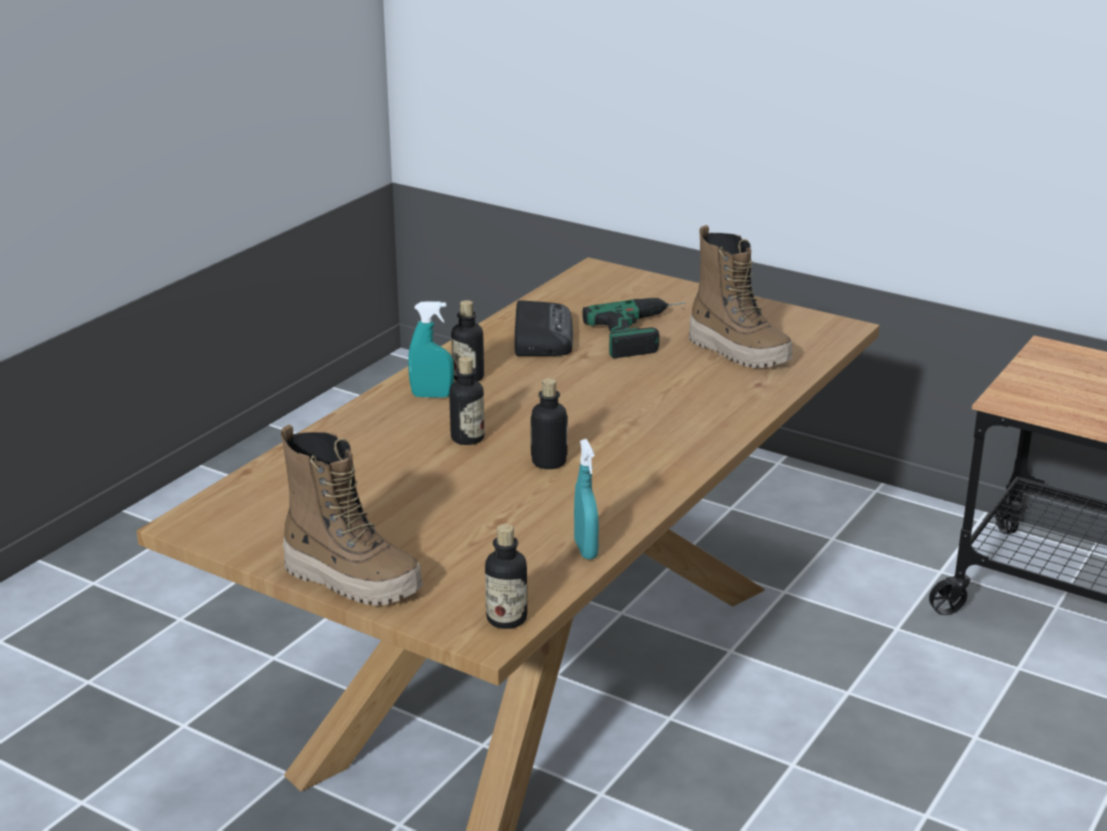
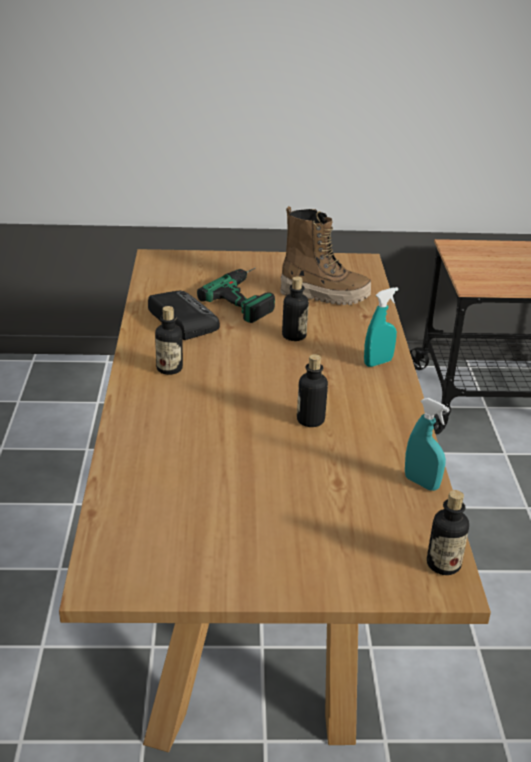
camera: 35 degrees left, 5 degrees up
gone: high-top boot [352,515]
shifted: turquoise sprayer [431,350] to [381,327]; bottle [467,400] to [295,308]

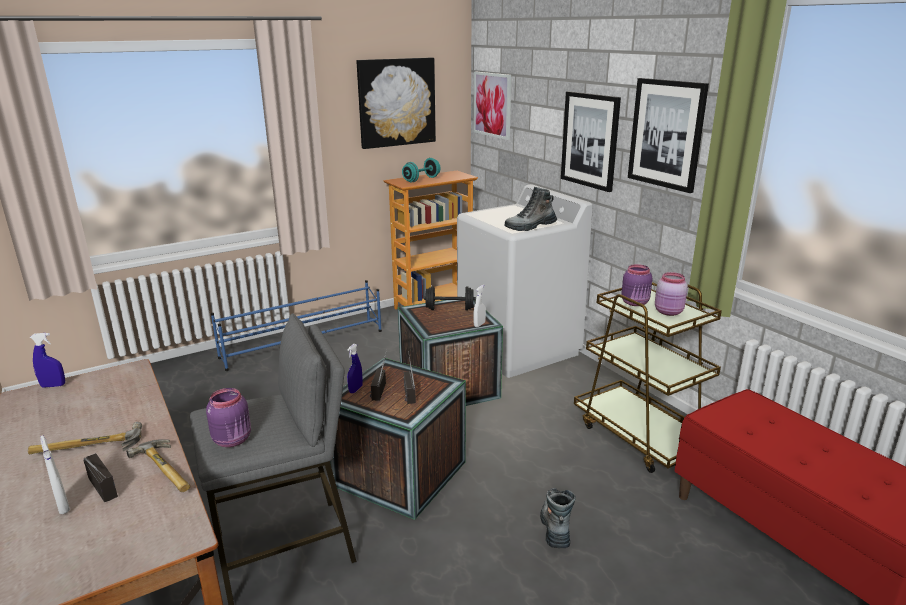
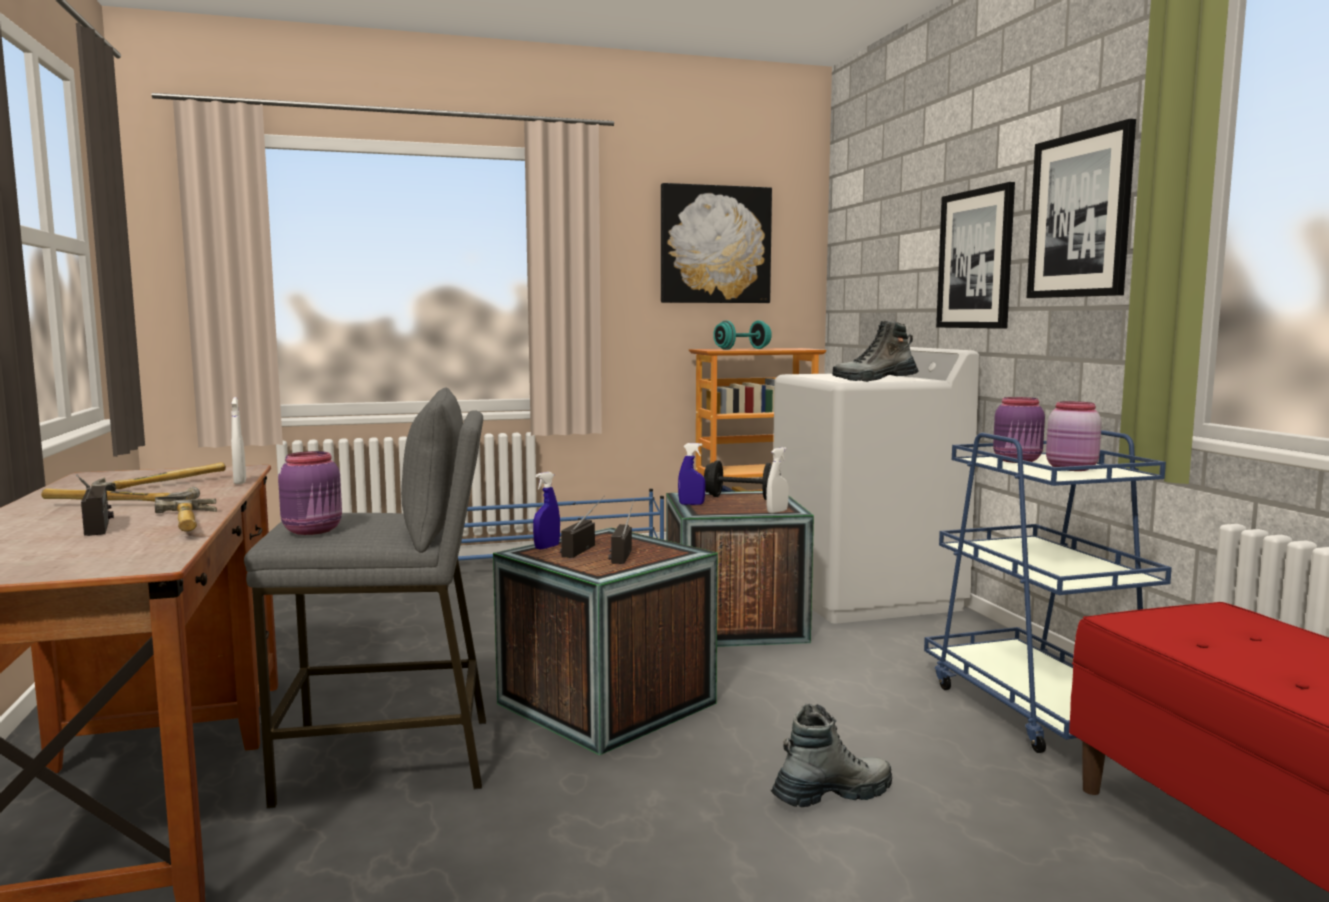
camera: 15 degrees right, 15 degrees down
gone: picture [493,106]
new: tool hammer [158,476]
shifted: blue-coloured sprayer [47,360] to [692,474]; white sprayer [55,474] to [238,440]
repainted: brownish trolley [648,377] to blue-coloured trolley [1048,591]
rotated: high-top boot [558,518] = [831,755] 45 degrees clockwise

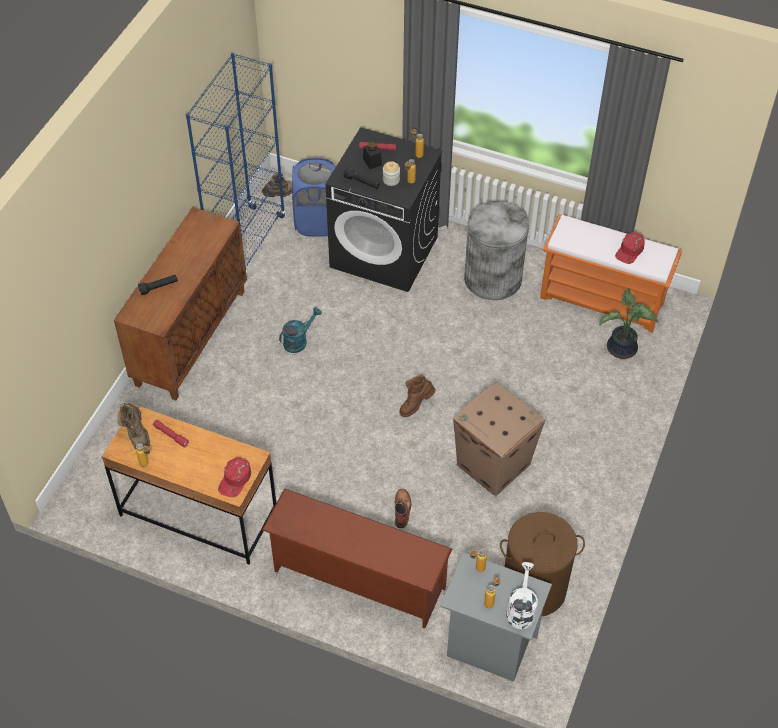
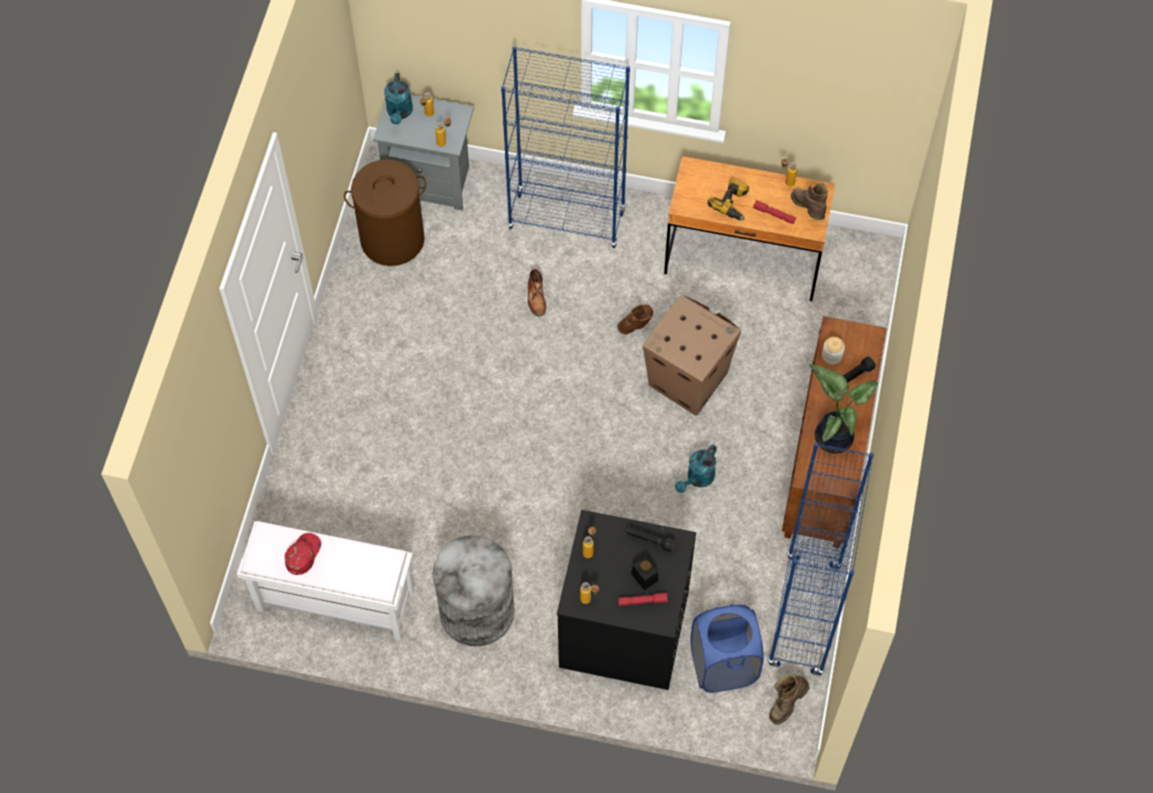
camera: 170 degrees right, 10 degrees up
gone: red cap [234,477]
new: power drill [728,199]
shifted: jar [391,173] to [833,350]; brownish high-top boot [417,396] to [635,319]; carton [499,439] to [692,355]; houseplant [629,324] to [843,408]
swapped: brownish shoe stand [357,558] to blue-coloured bookshelf [565,147]
repainted: white watering pot [522,595] to turquoise watering pot [398,99]; orangey indoor bench [611,273] to white indoor bench [325,580]

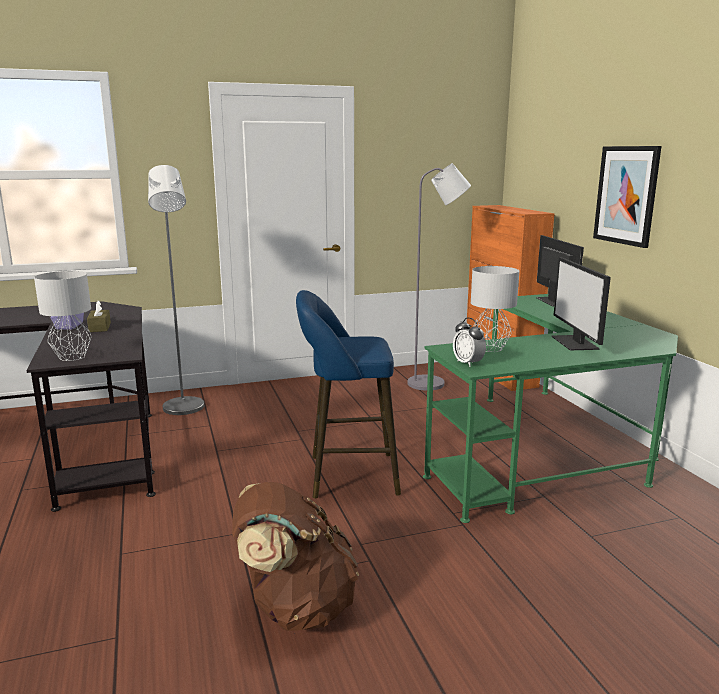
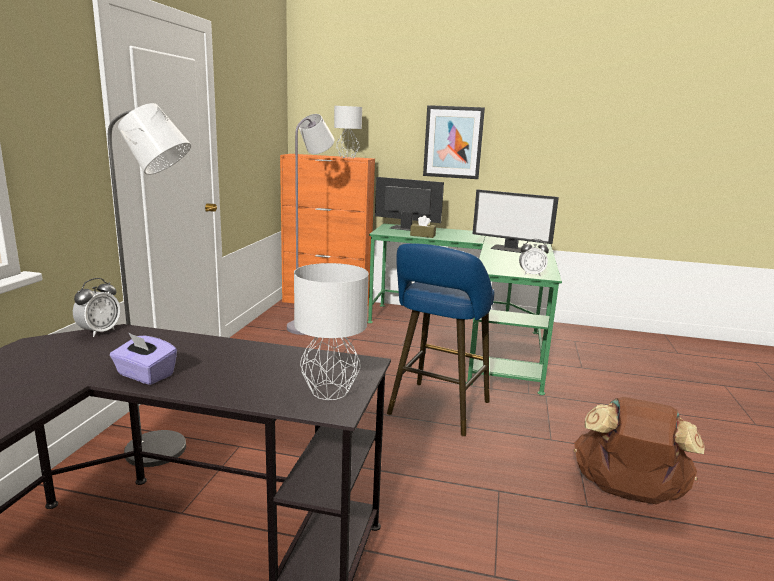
camera: 60 degrees left, 0 degrees up
new: bedside clock [97,307]
shifted: brownish tissue holder [99,316] to [423,226]; greyish tabletop lamp [495,309] to [348,132]

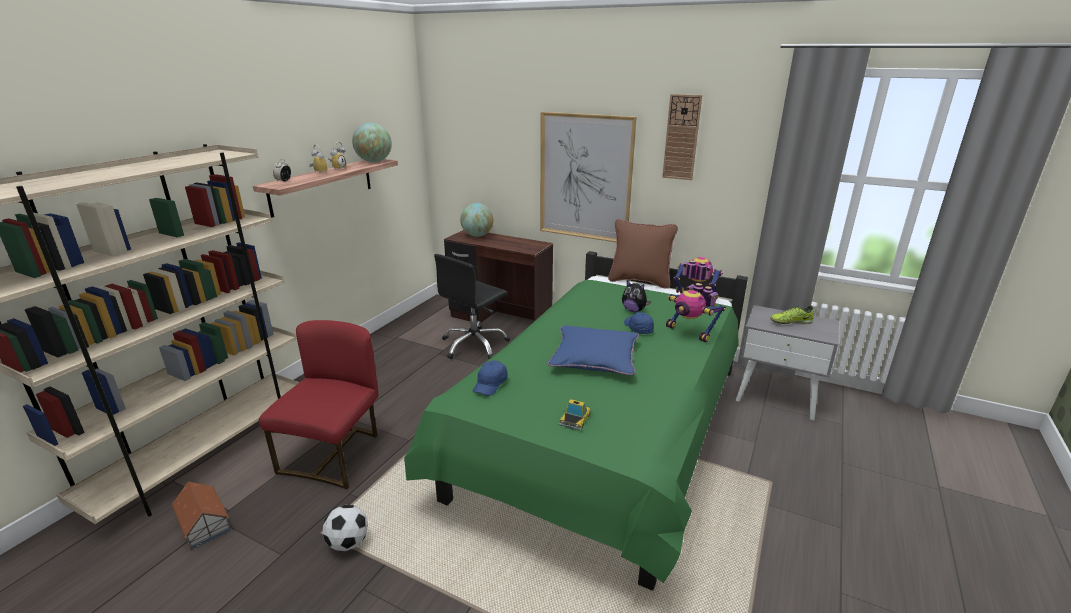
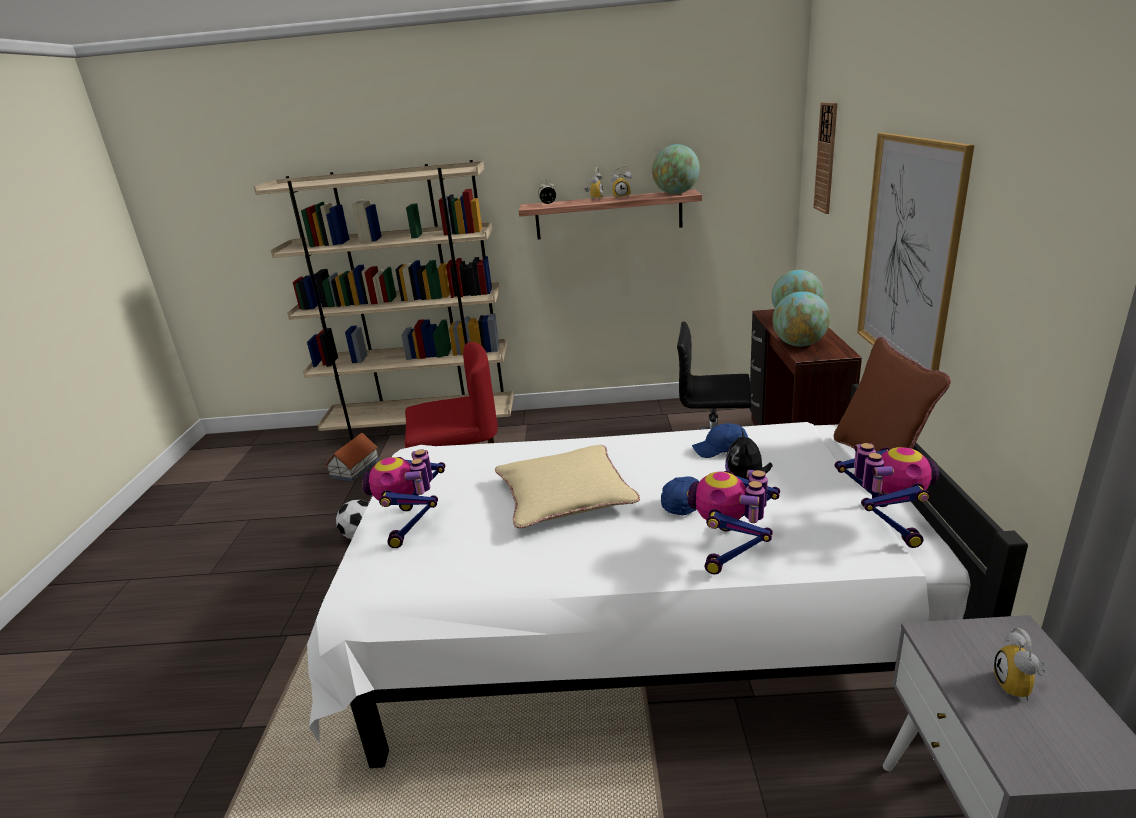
camera: 65 degrees right, 0 degrees up
new: desk globe [801,318]
shifted: blue-coloured cap [490,378] to [720,440]; hanging clock [682,137] to [825,158]
swapped: toy car [575,415] to toy robot [403,498]; shoe [792,314] to bedside clock [1021,665]
repainted: green bedroom bed [576,420] to white bedroom bed [667,576]; blue-coloured throw pillow [593,350] to sand-coloured throw pillow [567,486]

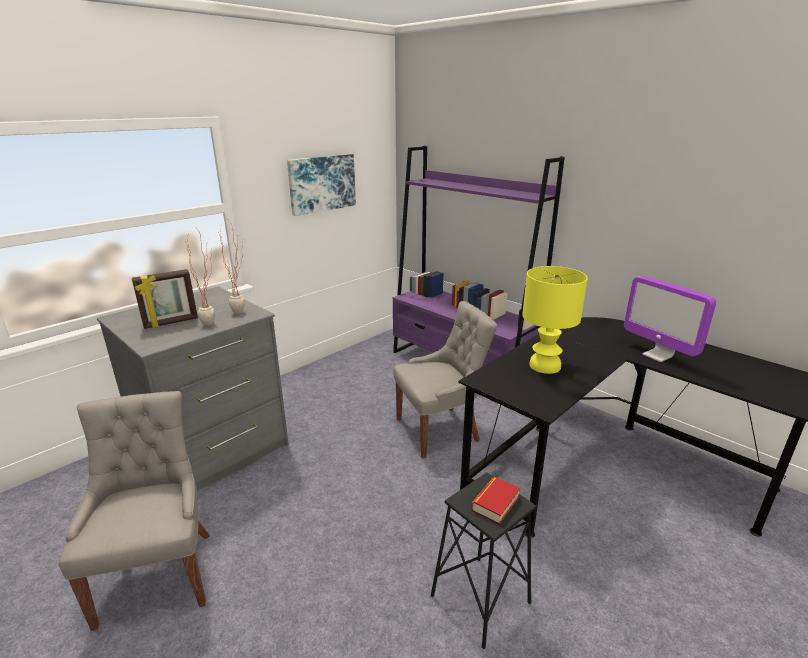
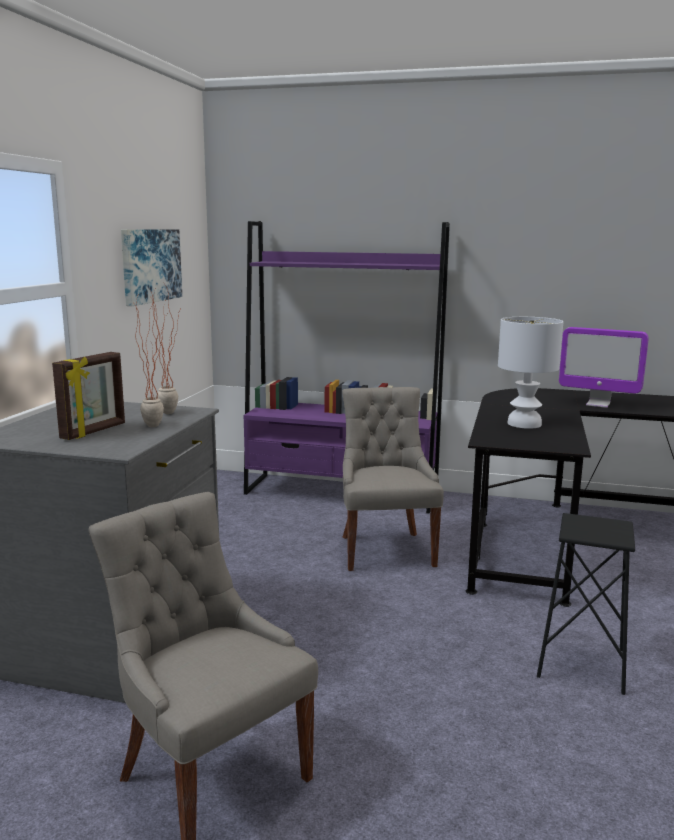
camera: 30 degrees left, 10 degrees down
gone: bound book [495,501]
repainted: yellow tabletop lamp [555,320] to white tabletop lamp [530,373]
rotated: greyish plain chair [445,380] = [393,479] 45 degrees counterclockwise

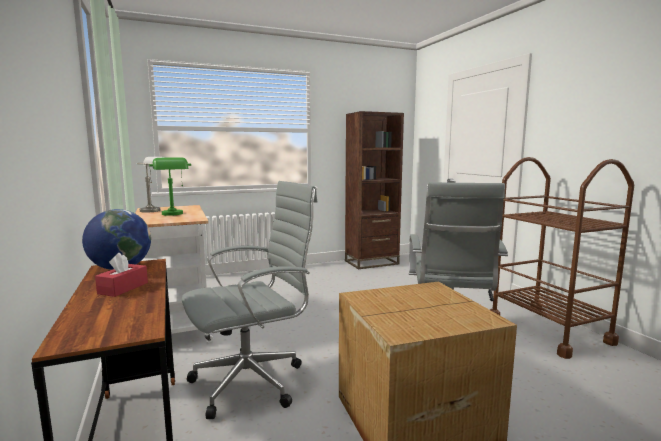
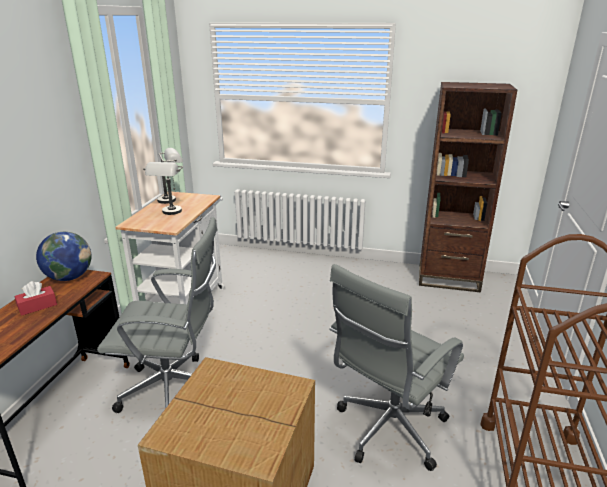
camera: 35 degrees right, 15 degrees up
repainted: green tabletop lamp [170,186] to greyish tabletop lamp [163,188]

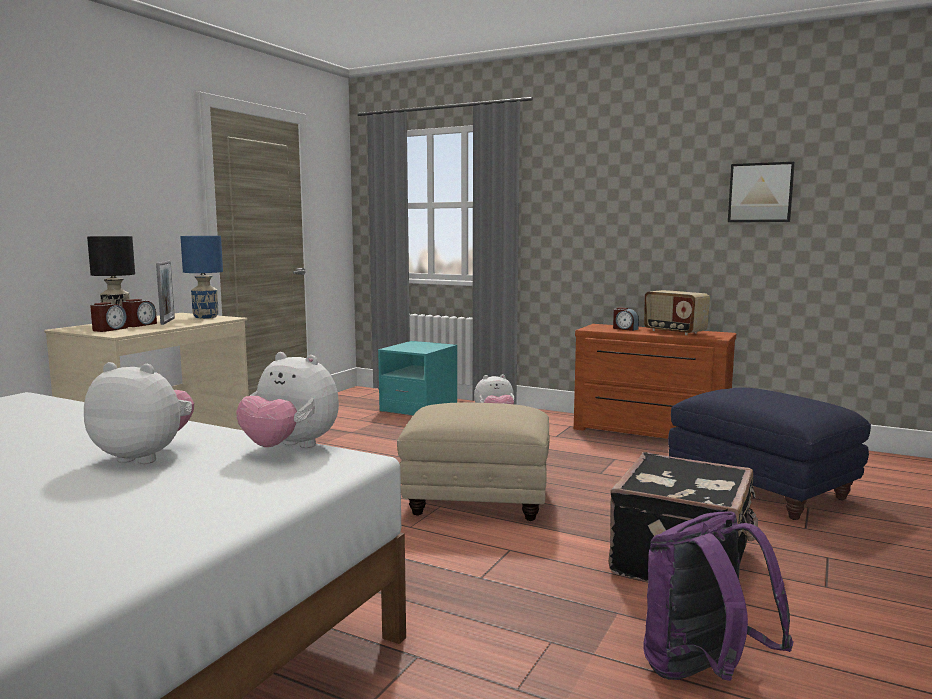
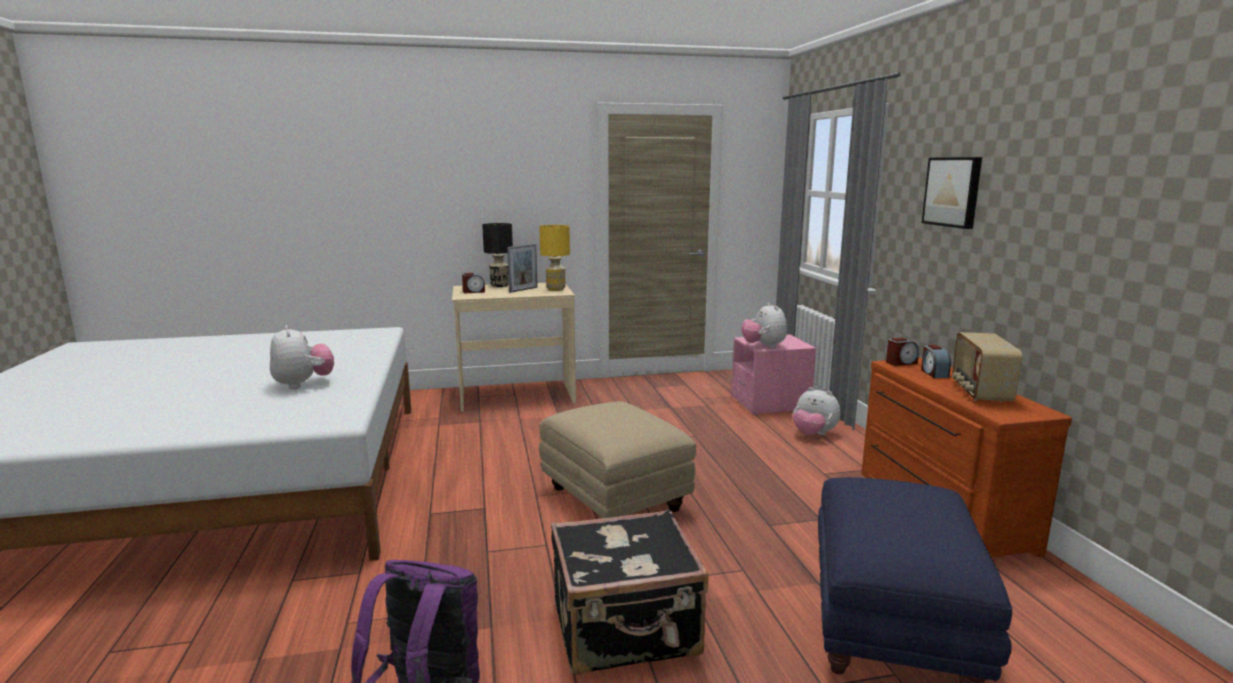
camera: 50 degrees right, 5 degrees up
shifted: bedside clock [139,313] to [902,352]; cuddly toy [287,400] to [764,325]; picture [761,192] to [952,193]
repainted: blue-coloured tabletop lamp [201,277] to yellow tabletop lamp [554,258]; turquoise nightstand [417,378] to pinkish nightstand [773,374]

